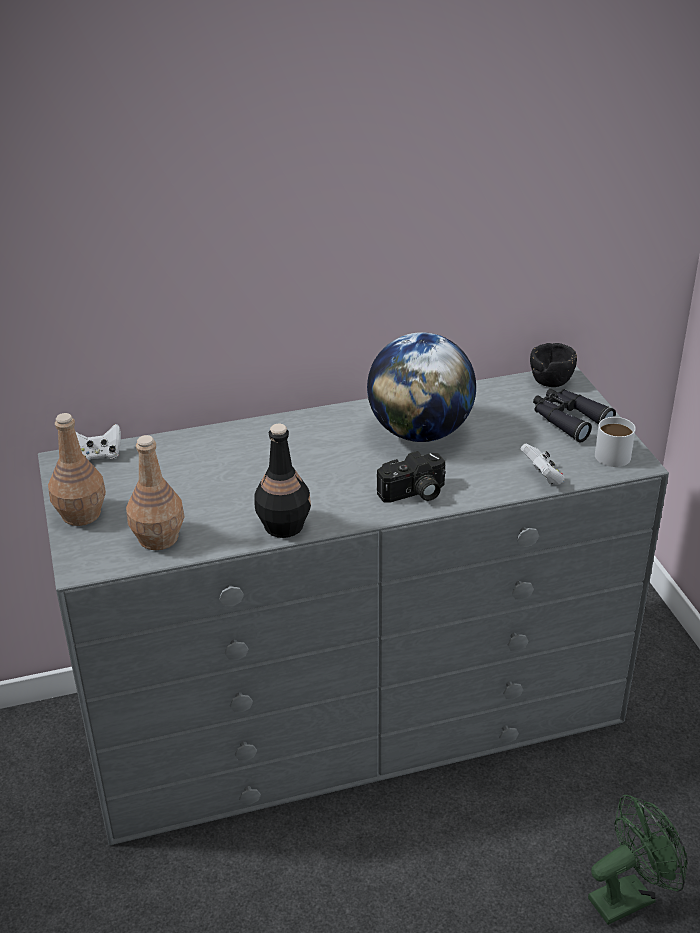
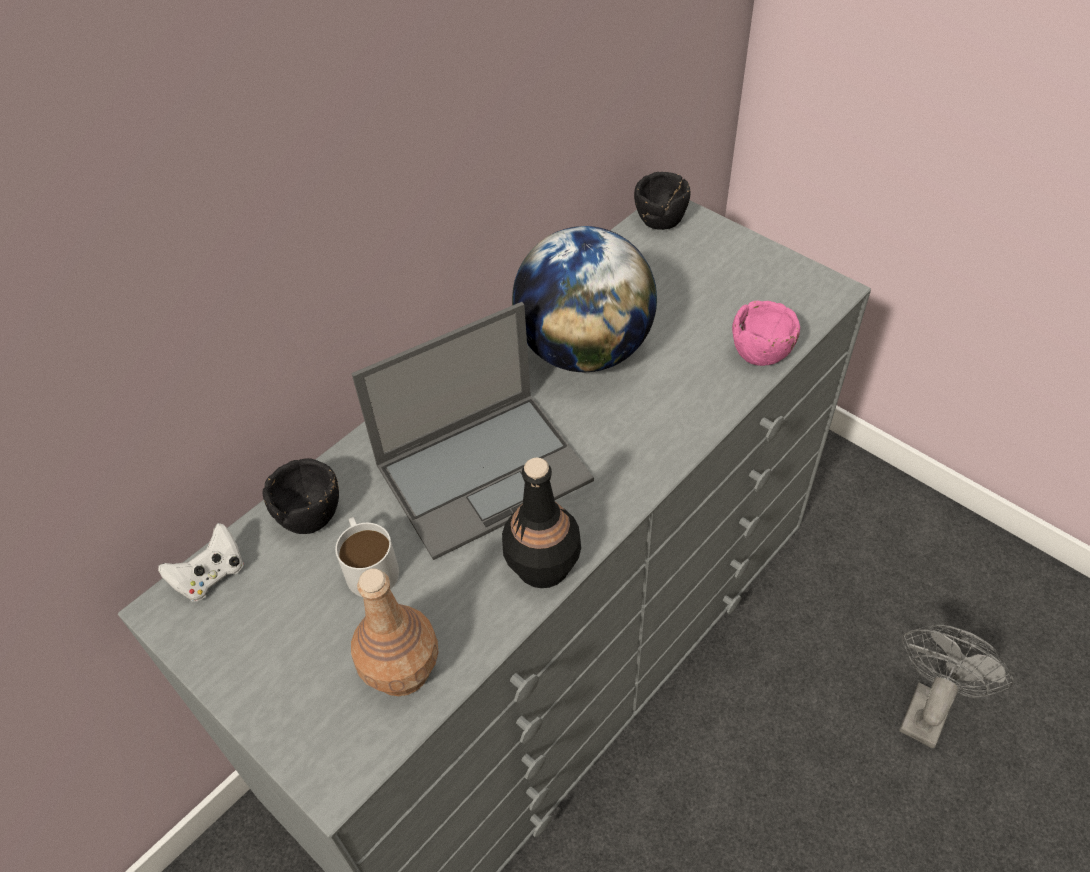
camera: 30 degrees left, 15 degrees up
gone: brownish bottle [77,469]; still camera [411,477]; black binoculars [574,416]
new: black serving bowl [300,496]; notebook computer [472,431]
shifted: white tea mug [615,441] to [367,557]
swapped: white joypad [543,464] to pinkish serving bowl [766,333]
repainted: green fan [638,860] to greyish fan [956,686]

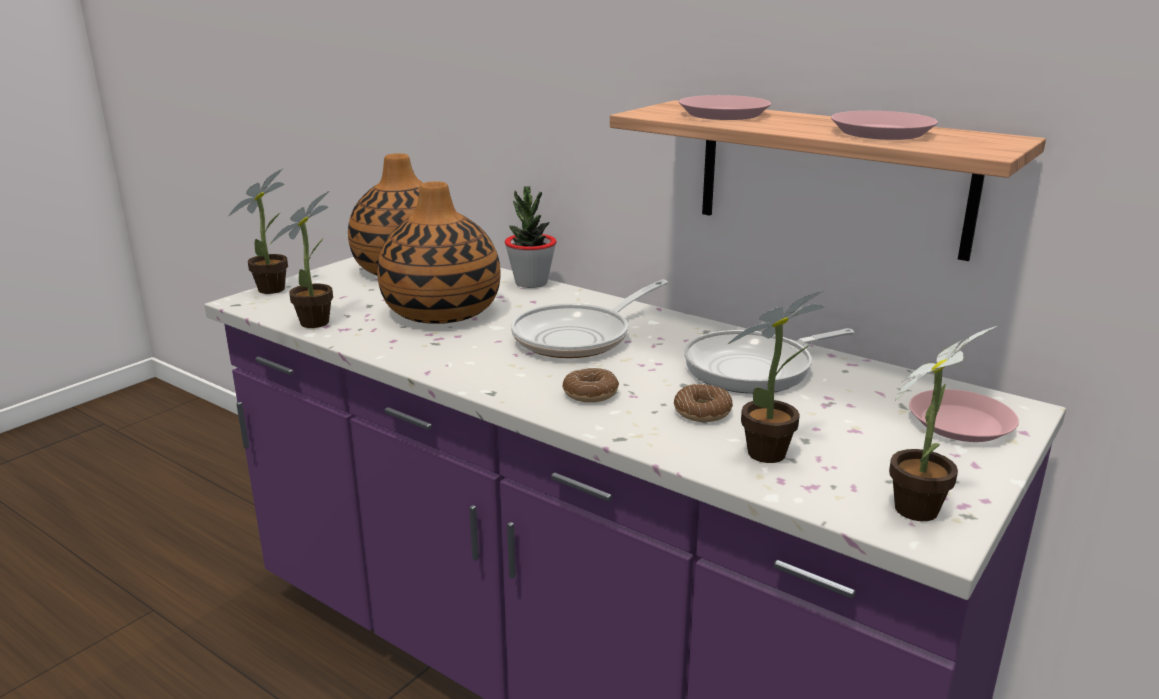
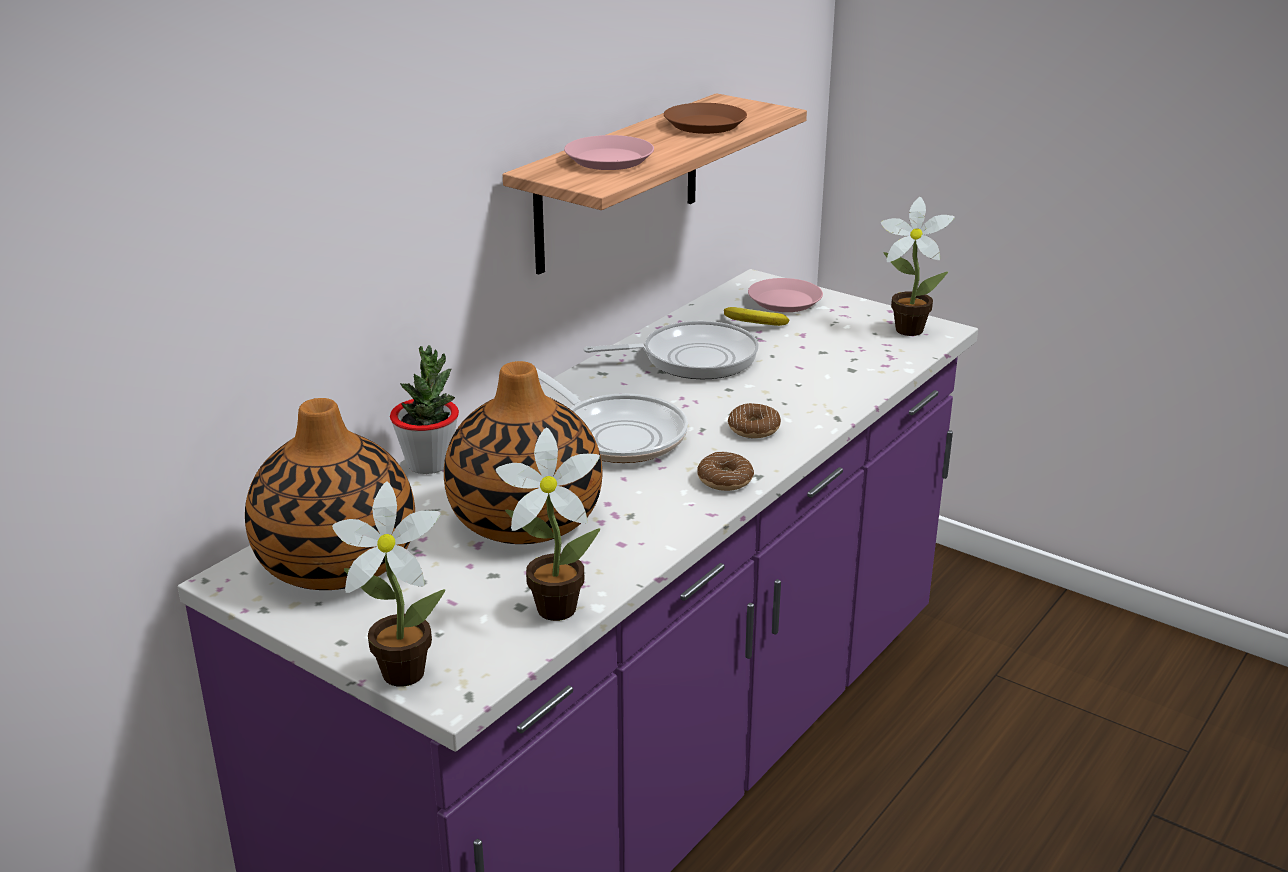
camera: 90 degrees left, 5 degrees up
gone: houseplant [776,377]
new: banana [756,316]
shifted: doughnut [703,403] to [725,471]
repainted: pinkish flat dish [884,125] to brownish flat dish [705,118]
rotated: skillet [769,361] = [671,350] 75 degrees counterclockwise

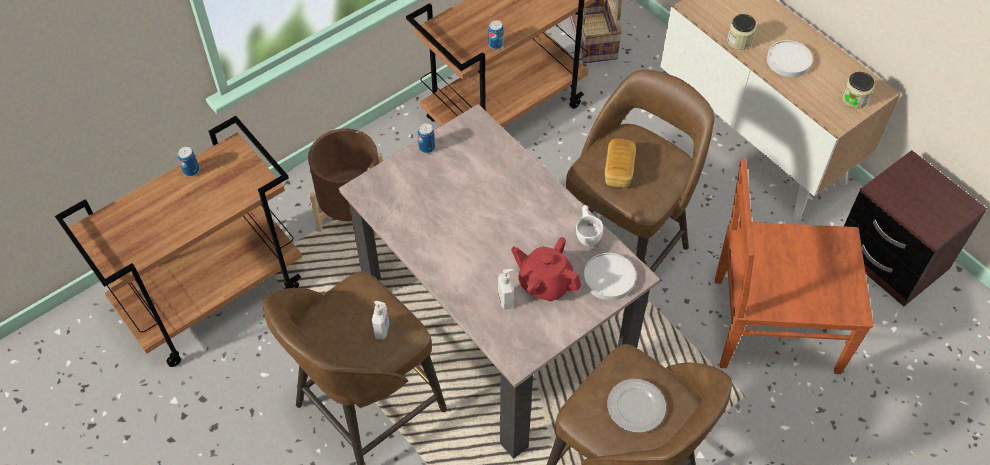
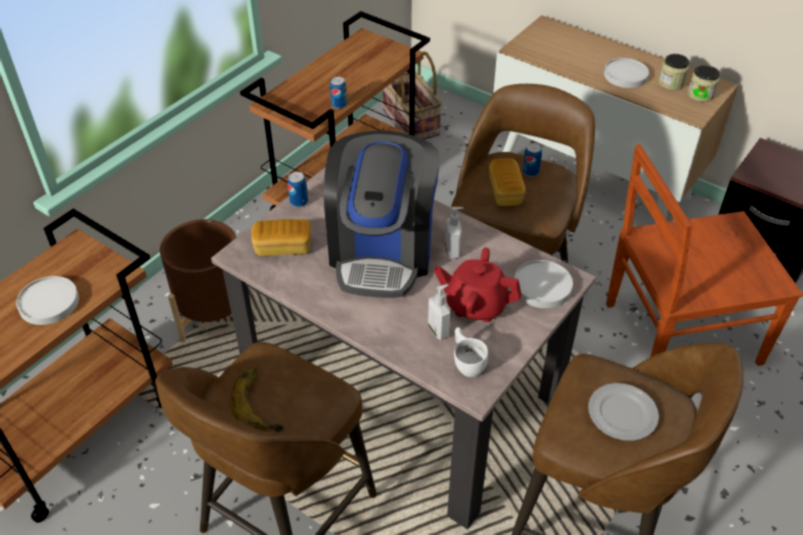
camera: 15 degrees left, 10 degrees down
new: white flat dish [47,300]; banana [257,400]; baked bread [281,237]; coffee machine [382,214]
shifted: sealed can [188,161] to [532,160]; soap dispenser [380,320] to [454,233]; white small cup [589,225] to [471,352]; jar [741,32] to [673,72]

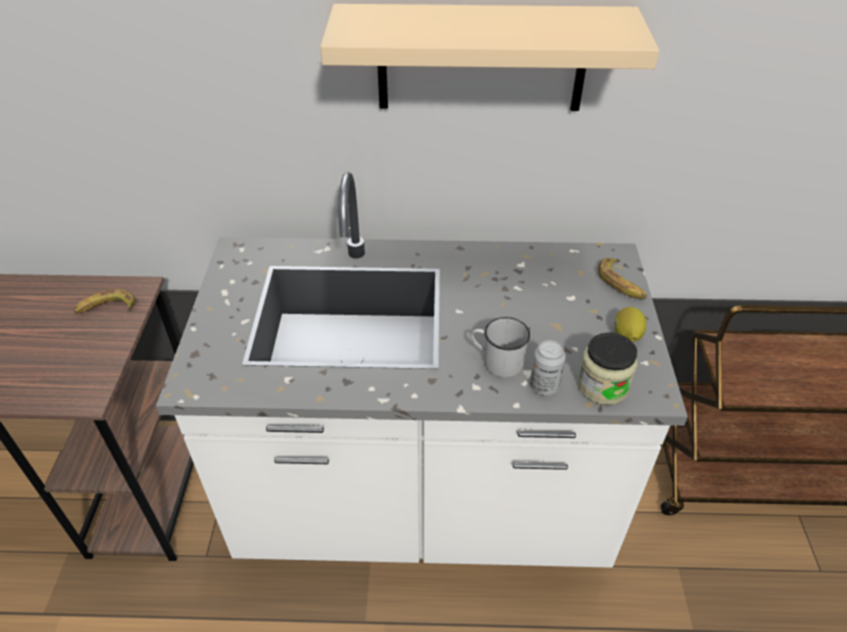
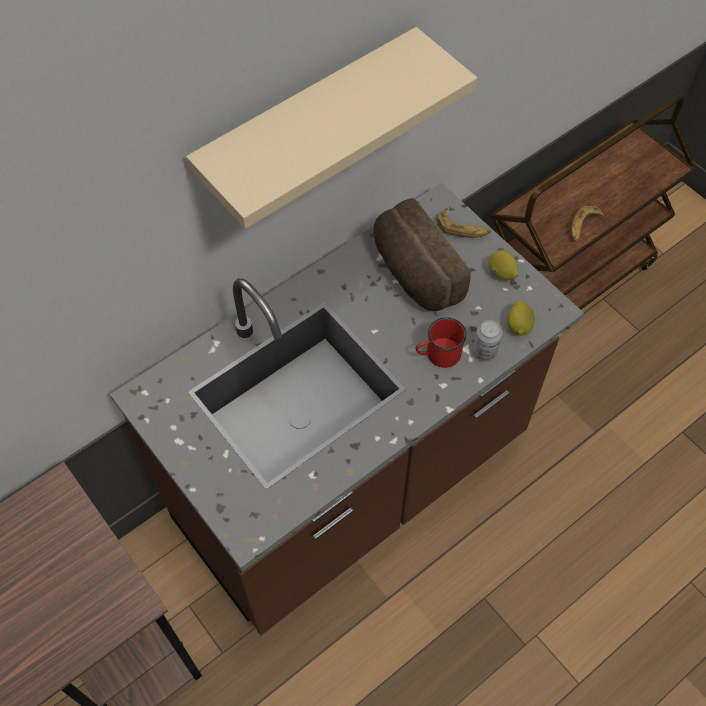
camera: 40 degrees left, 15 degrees up
new: baked bread [422,254]
shifted: banana [105,301] to [588,224]
swapped: jar [607,369] to citrus fruit [521,317]
repainted: white kitchen base unit [422,370] to brownish kitchen base unit [347,409]; white tea mug [500,347] to red tea mug [441,342]

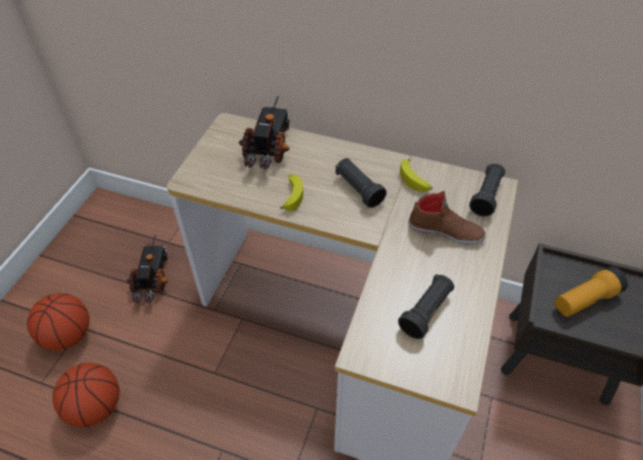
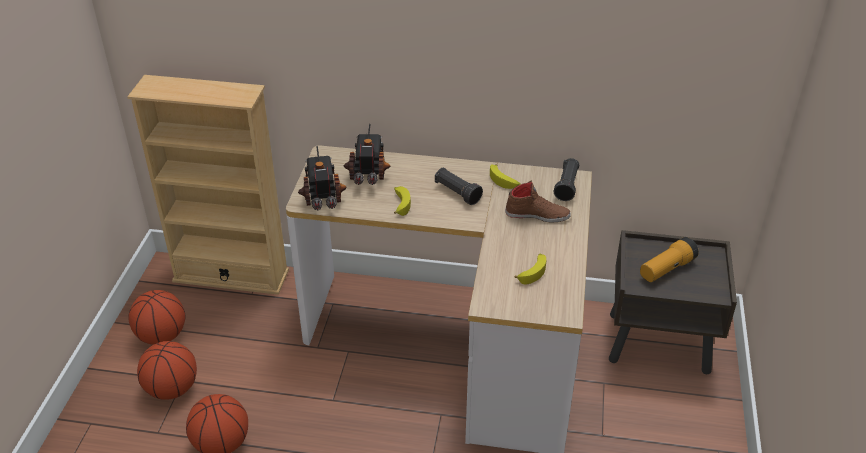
camera: 10 degrees left, 10 degrees down
new: sand-coloured bookshelf [208,185]; basketball ball [156,317]
shifted: toy truck [147,269] to [322,178]
swapped: black hand torch [426,306] to banana [530,268]

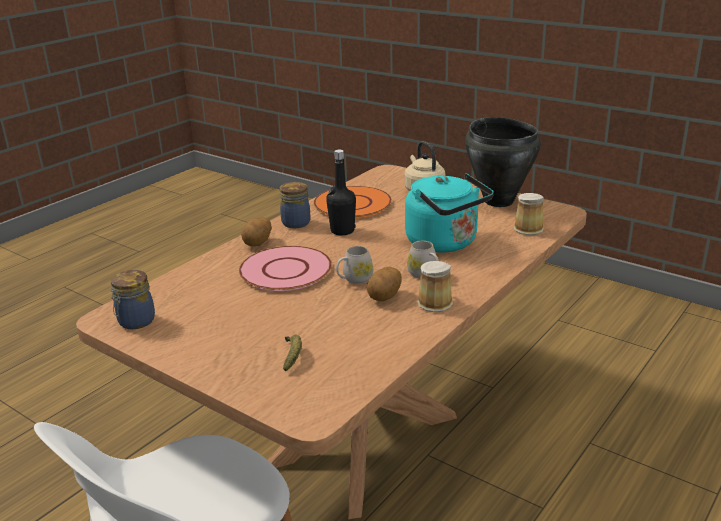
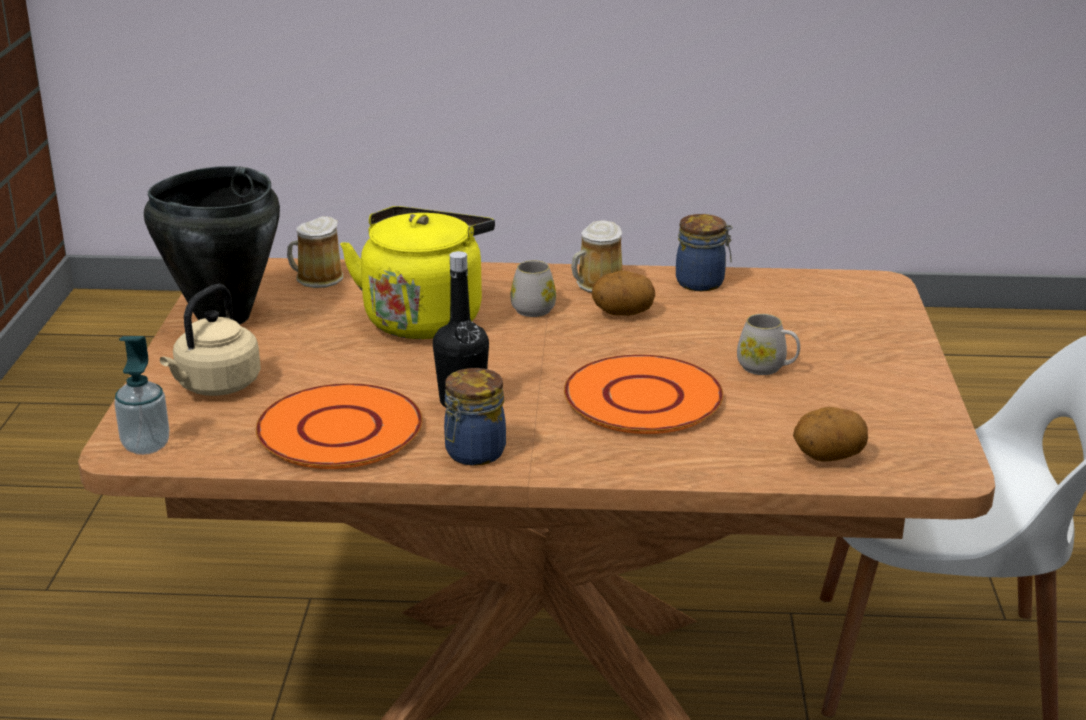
camera: 125 degrees left, 0 degrees up
gone: banana [292,353]
new: soap dispenser [141,395]
shifted: jar [132,299] to [704,252]; spud [256,231] to [830,434]; white tea mug [354,265] to [768,344]
repainted: pinkish flat dish [285,268] to orangey flat dish [643,394]; turquoise water kettle [449,213] to yellow water kettle [417,272]

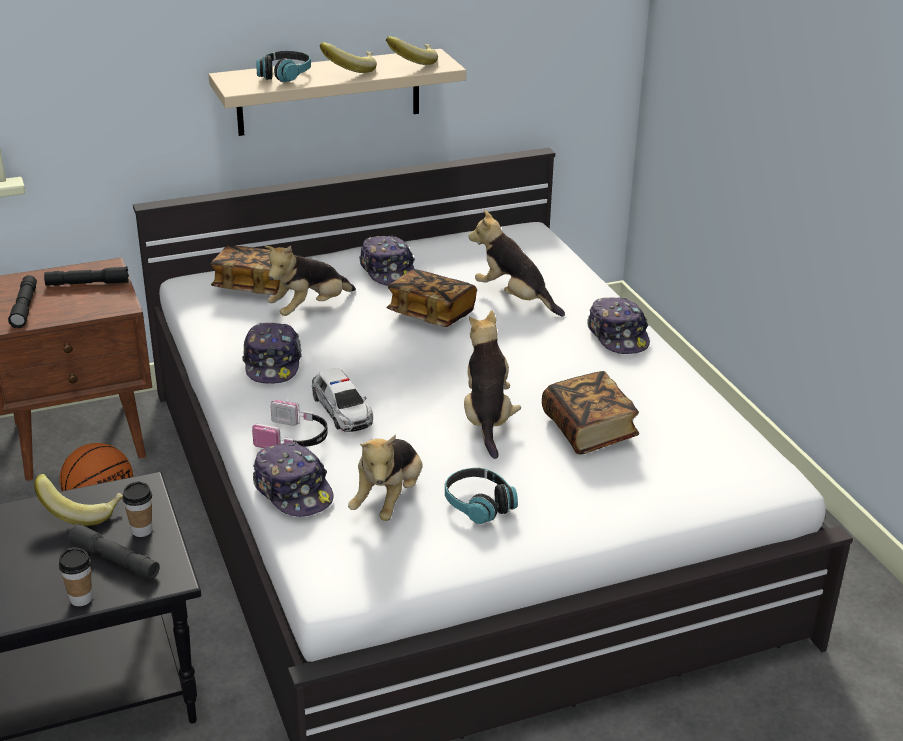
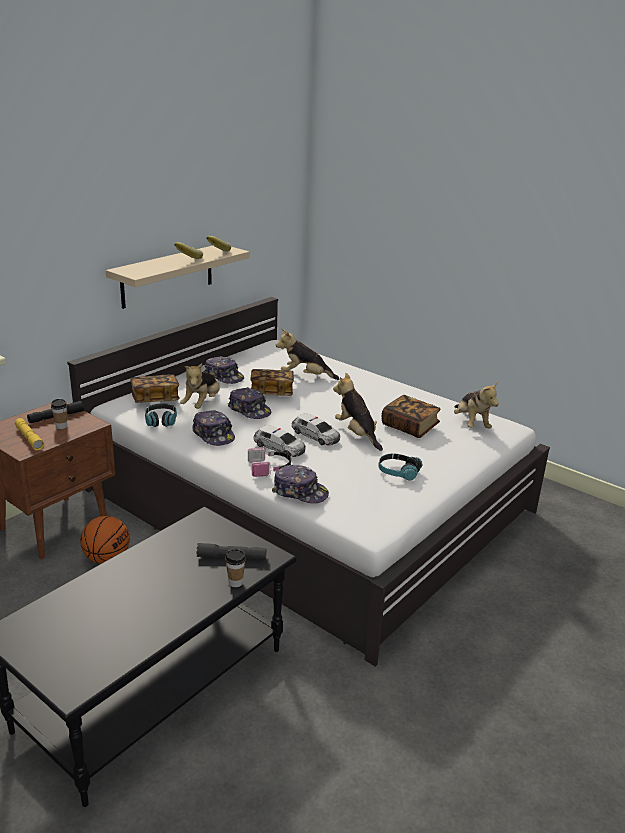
camera: 30 degrees left, 5 degrees down
gone: banana [78,500]
new: toy car [316,429]
shifted: small cup [137,509] to [59,414]; pair of headphones [283,66] to [161,415]; cuddly toy [385,478] to [476,405]; cap [618,325] to [249,403]
repainted: black hand torch [22,301] to yellow hand torch [29,434]

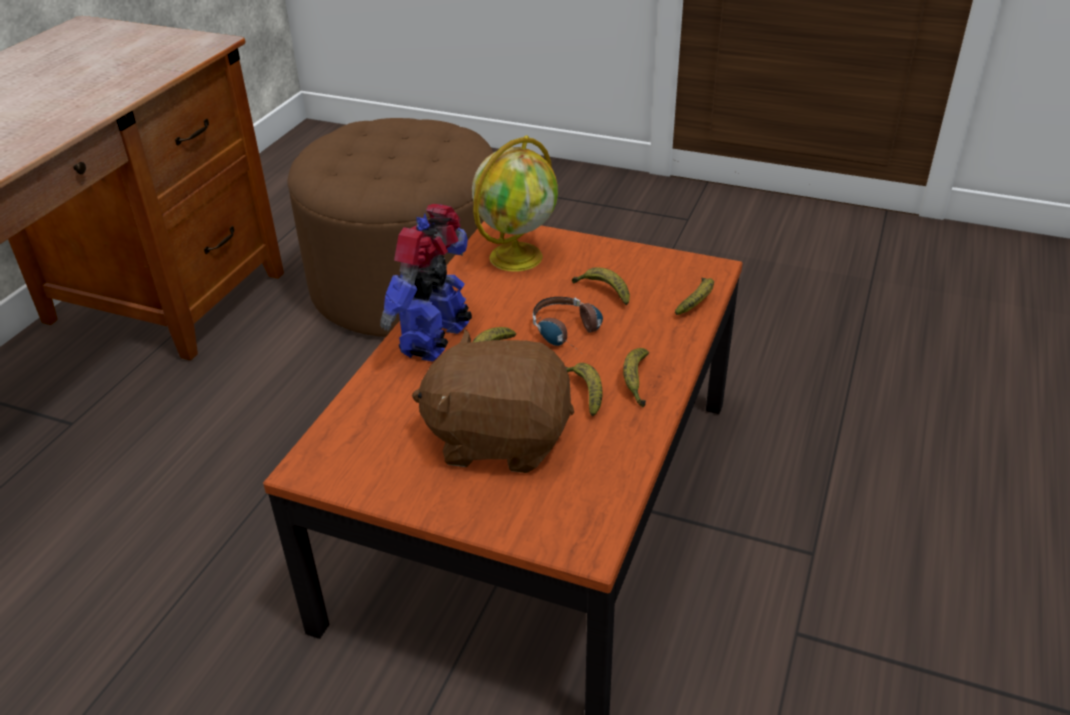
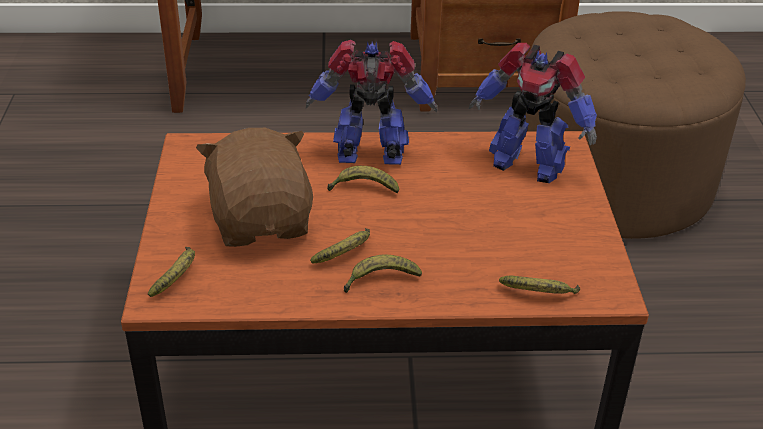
camera: 65 degrees right, 0 degrees up
gone: pair of headphones [568,324]
shifted: banana [601,286] to [171,272]
swapped: desk globe [515,203] to toy robot [533,113]

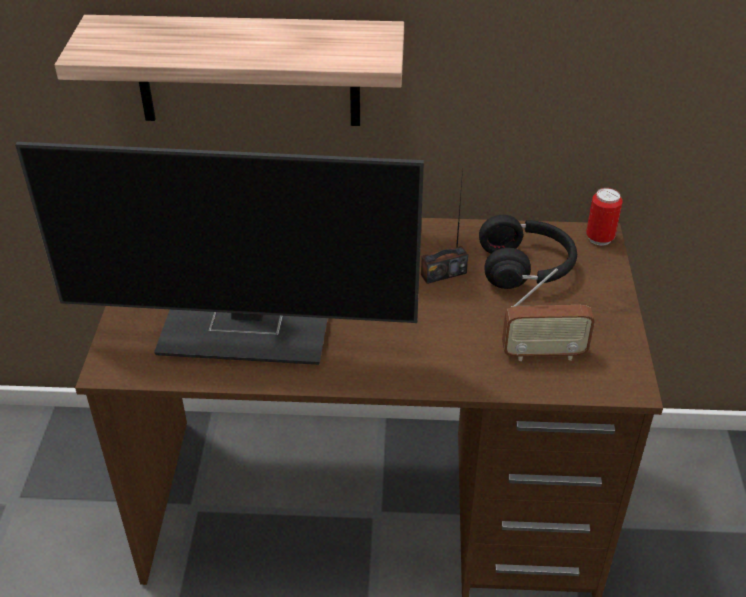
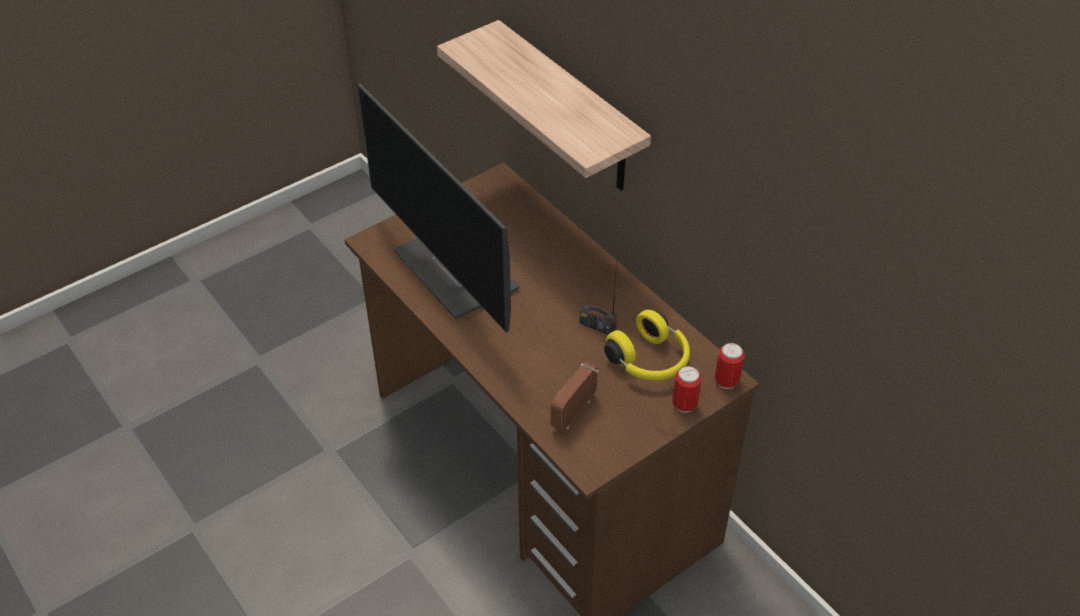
camera: 50 degrees right, 5 degrees up
new: sealed can [686,389]
repainted: black pair of headphones [528,252] to yellow pair of headphones [647,345]
rotated: radio [548,314] = [575,396] 75 degrees clockwise

